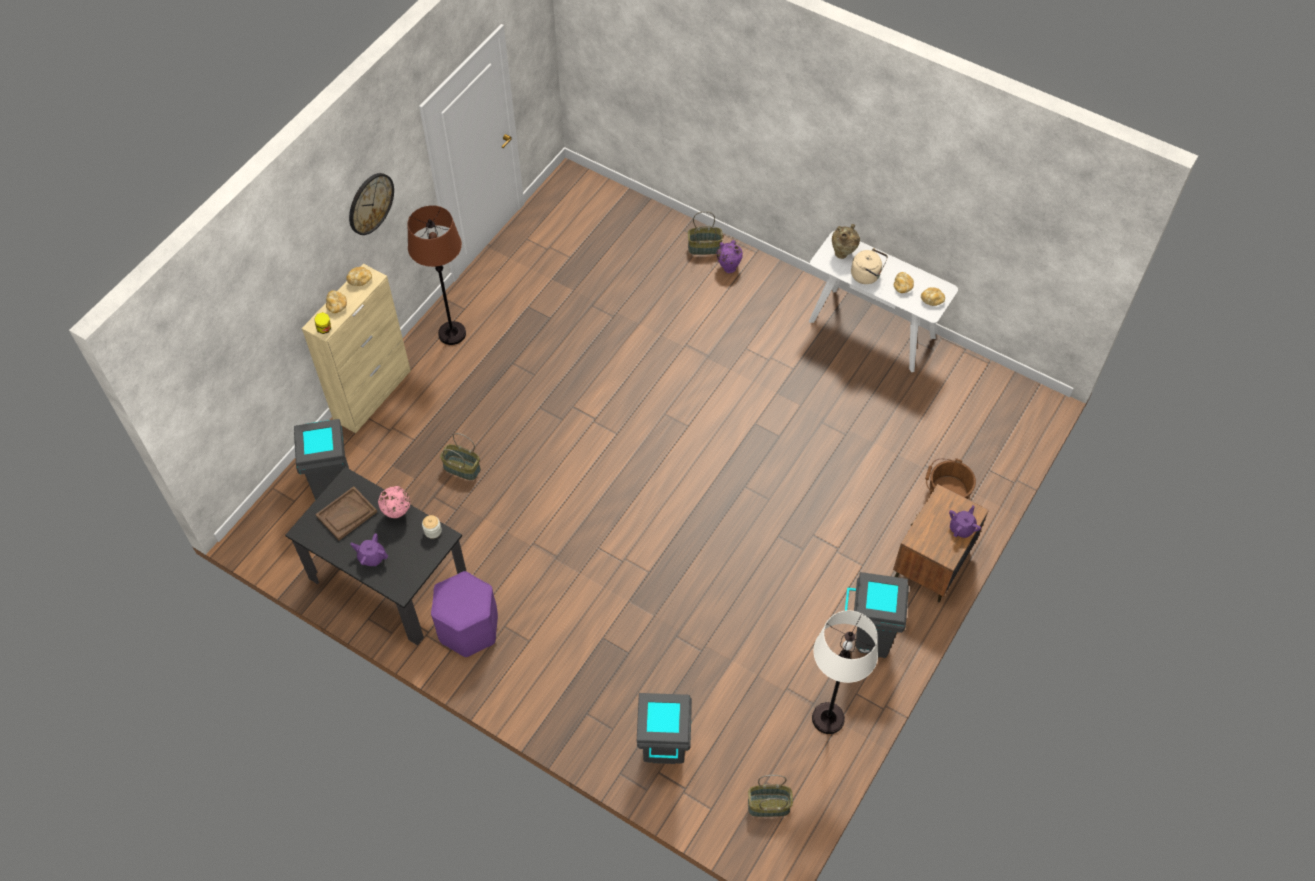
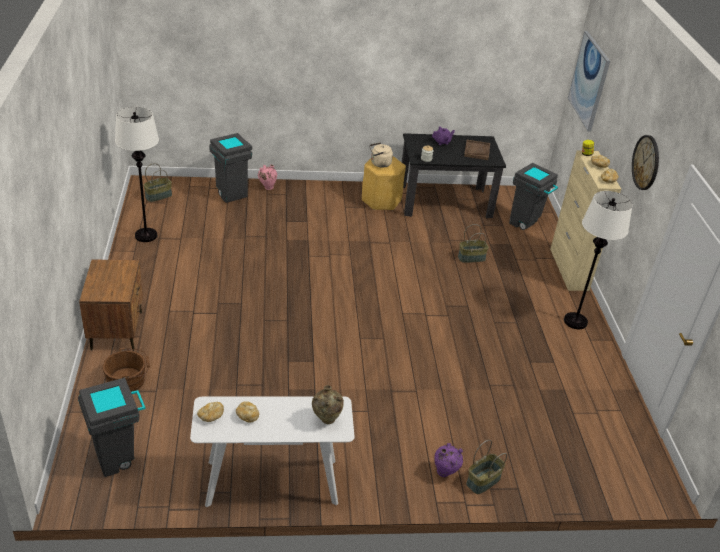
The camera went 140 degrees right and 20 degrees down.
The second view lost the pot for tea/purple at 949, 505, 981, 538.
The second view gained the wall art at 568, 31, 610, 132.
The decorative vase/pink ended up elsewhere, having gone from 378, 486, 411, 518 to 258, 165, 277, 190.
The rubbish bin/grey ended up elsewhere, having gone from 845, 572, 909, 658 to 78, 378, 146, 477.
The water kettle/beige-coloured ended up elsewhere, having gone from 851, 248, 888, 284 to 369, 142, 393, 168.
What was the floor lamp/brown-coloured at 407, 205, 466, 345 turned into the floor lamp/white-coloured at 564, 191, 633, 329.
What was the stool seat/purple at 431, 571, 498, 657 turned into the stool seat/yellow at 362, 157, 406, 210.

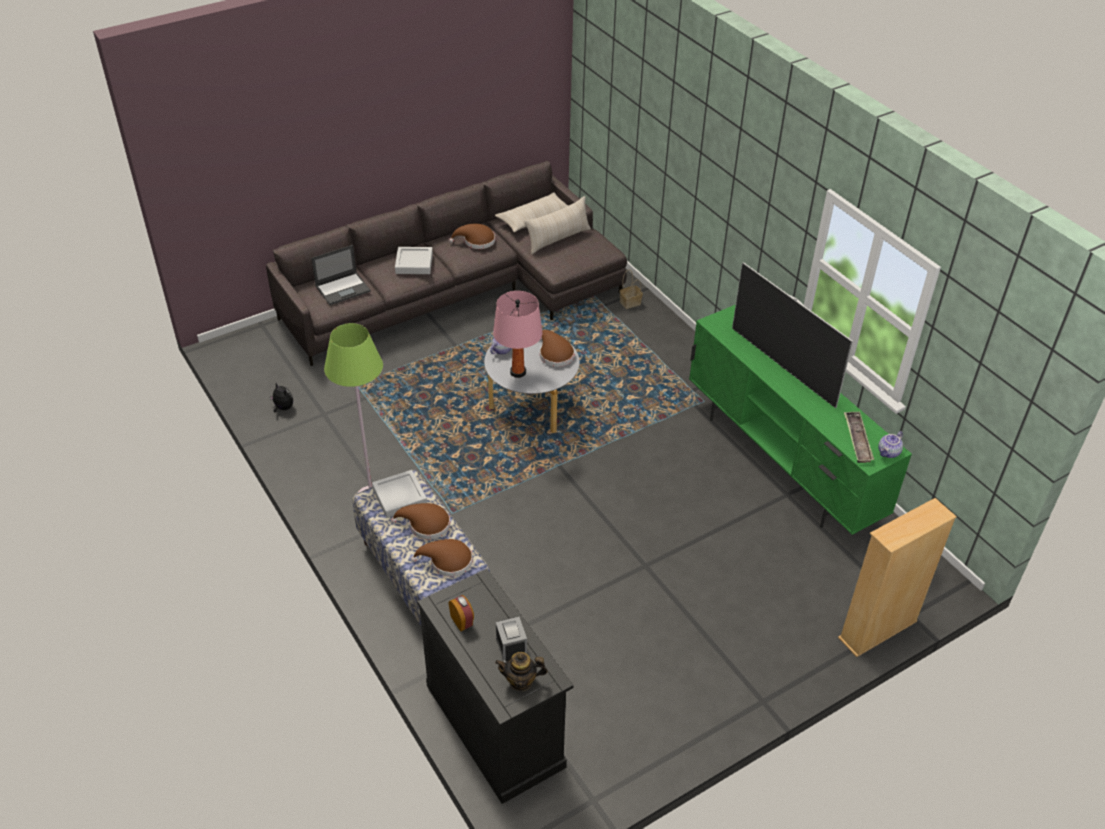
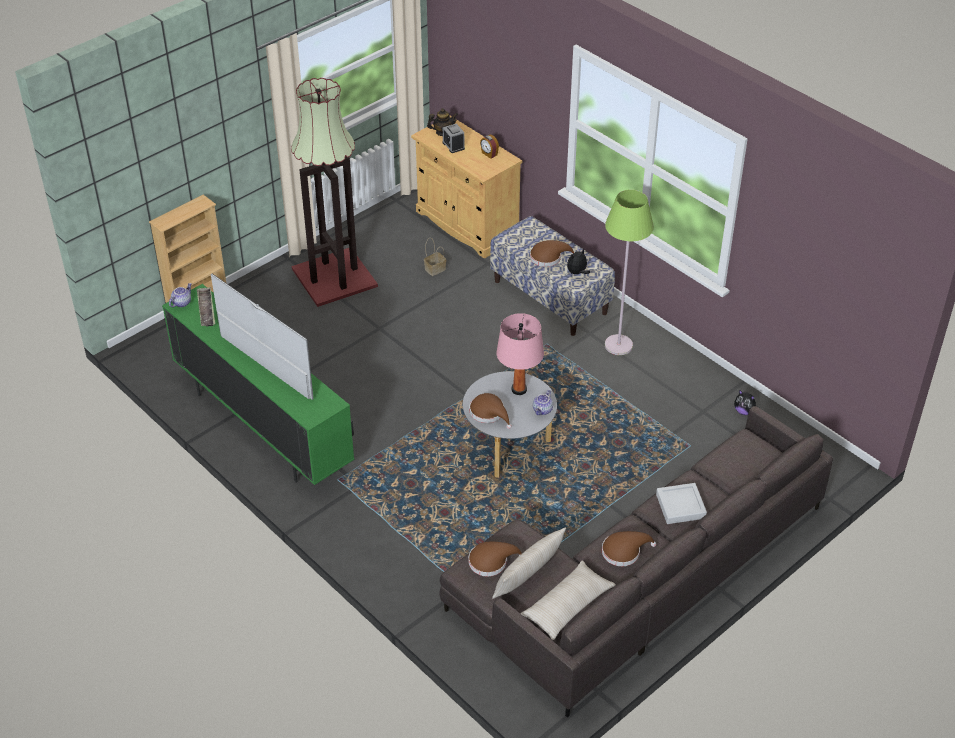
The camera went 170 degrees right and 0 degrees up.
The second view lost the notebook computer at 311, 245, 371, 305.
The second view gained the floor lamp at 291, 78, 378, 307.
The hat/brown-coloured ended up elsewhere, having gone from 411, 539, 473, 577 to 469, 542, 522, 576.
The storage basket ended up elsewhere, having gone from 620, 270, 643, 309 to 424, 238, 446, 276.
Where the carrying tray/grey stood at 372, 470, 427, 518, the plush toy came to stand at 567, 248, 590, 274.
What was the cupboard/black-coloured at 417, 569, 573, 804 turned into the cupboard/beige-coloured at 411, 116, 522, 259.

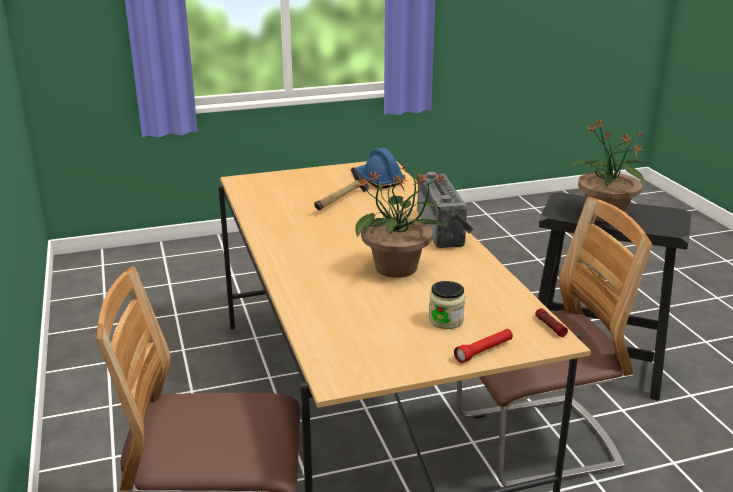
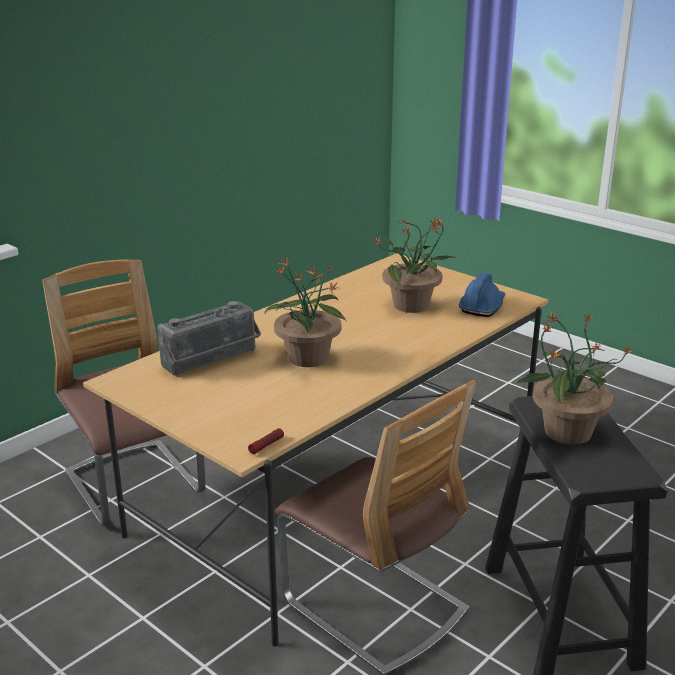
The camera went 60 degrees right and 0 degrees up.
The second view lost the jar at 429, 281, 465, 329.
The second view lost the flashlight/red-coloured at 454, 329, 513, 363.
The radio ended up elsewhere, having gone from 417, 172, 474, 248 to 157, 301, 261, 376.
Where the tool hammer stood at 314, 167, 370, 210, the houseplant came to stand at 373, 218, 457, 313.

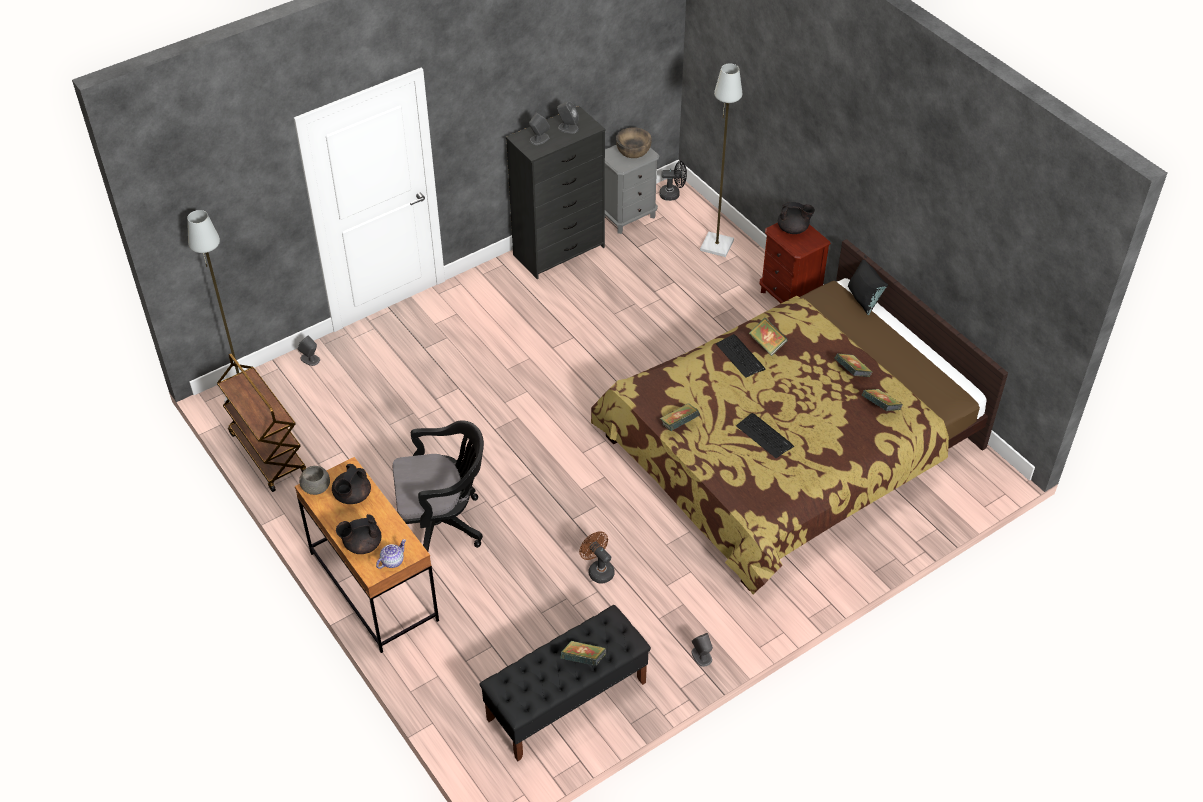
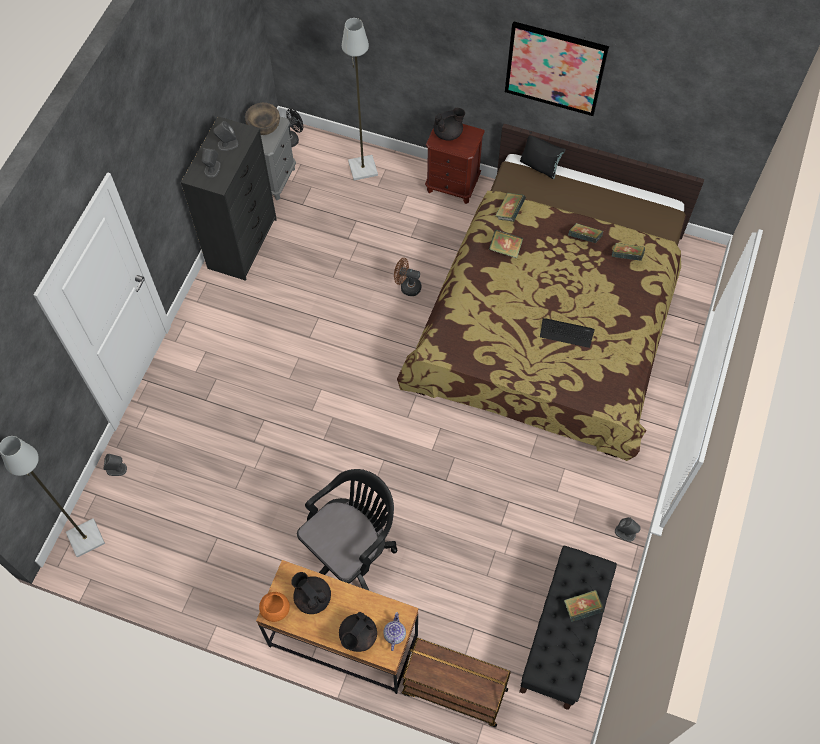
The camera went 35 degrees left and 15 degrees up.
The second view lost the PC keyboard at 716, 334, 766, 378.
The second view gained the wall art at 505, 21, 609, 116.
The trolley/brown-coloured ended up elsewhere, having gone from 217, 353, 306, 492 to 401, 638, 511, 728.
The fan/brown-coloured ended up elsewhere, having gone from 579, 531, 615, 584 to 394, 258, 422, 296.
The bound book ended up elsewhere, having gone from 660, 403, 700, 431 to 496, 193, 526, 222.
What was the bowl/grey at 299, 466, 330, 495 turned into the bowl/orange-coloured at 259, 592, 290, 622.
The pot for tea/black-coloured at 332, 464, 371, 504 ended up facing another way, 150 degrees clockwise from before.

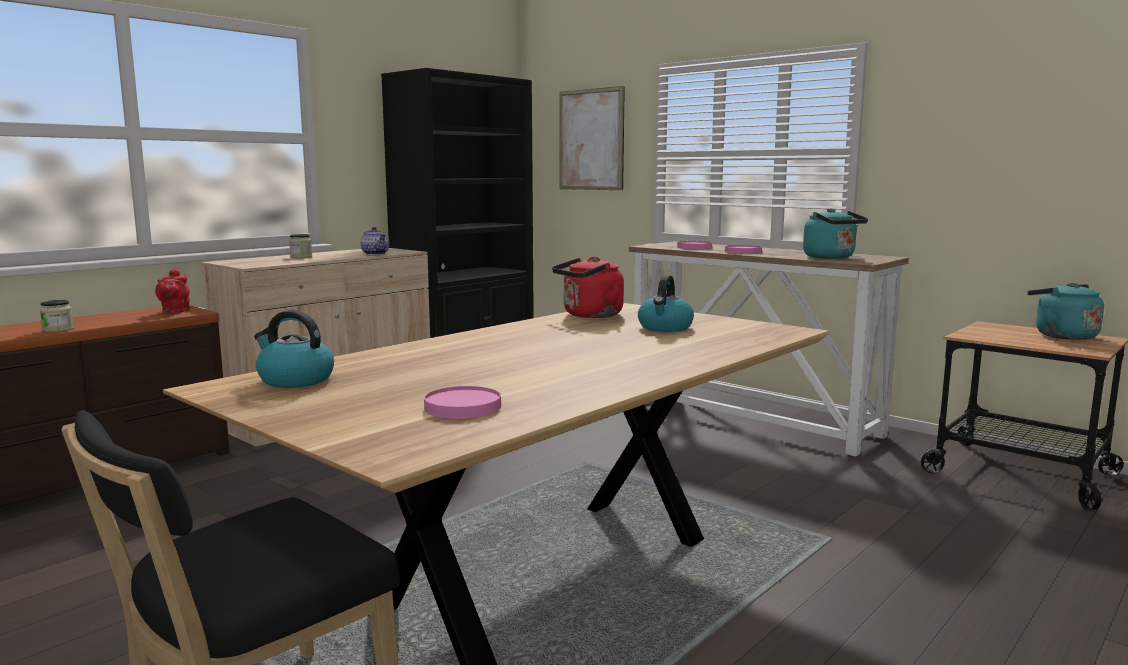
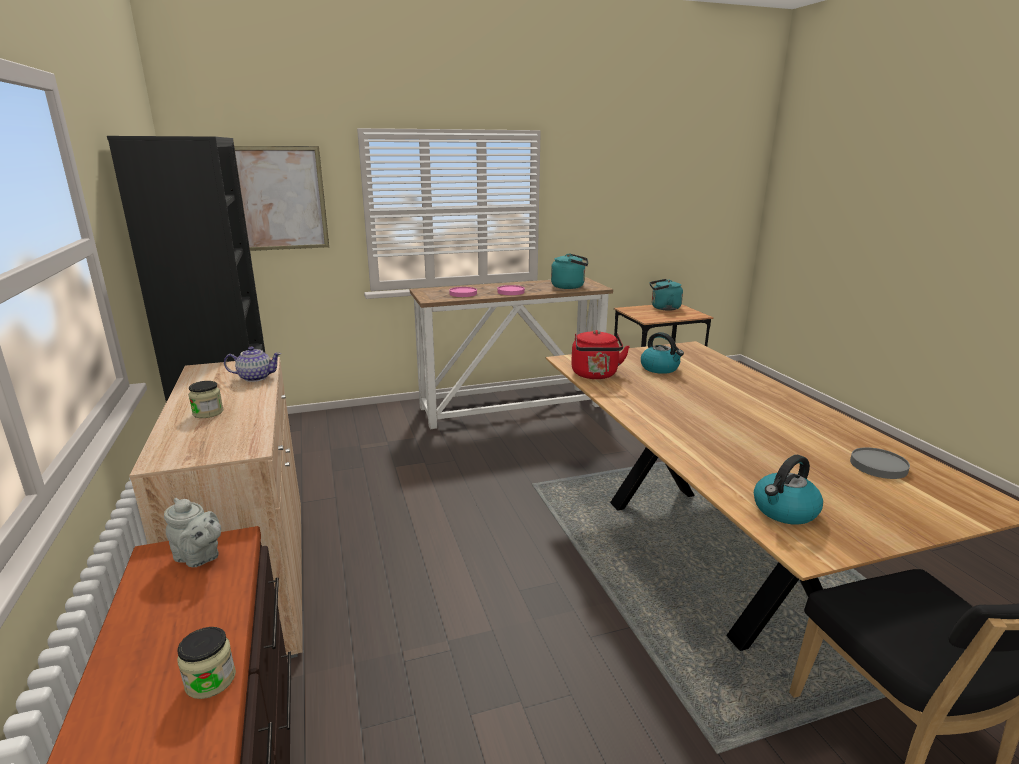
The camera went 60 degrees left and 10 degrees up.
What was the pot for tea/red-coloured at 155, 269, 190, 313 turned into the pot for tea/grey at 164, 498, 221, 567.
What was the plate/pink at 424, 386, 501, 419 turned into the plate/grey at 850, 447, 910, 479.

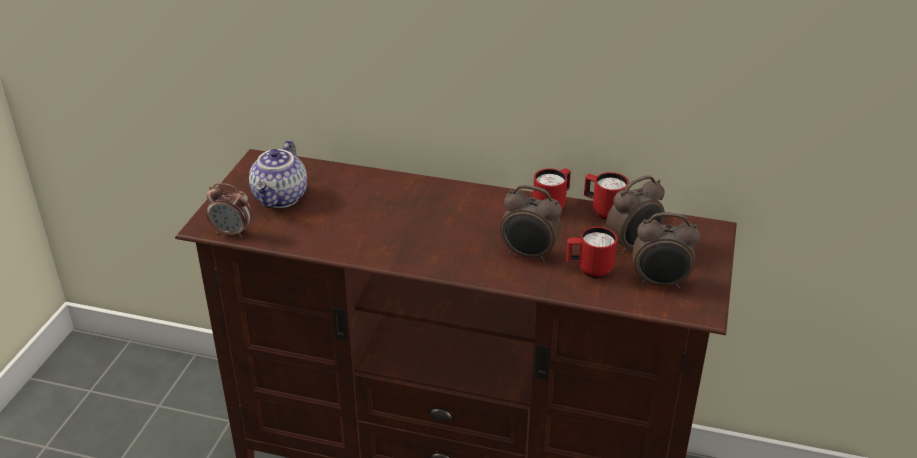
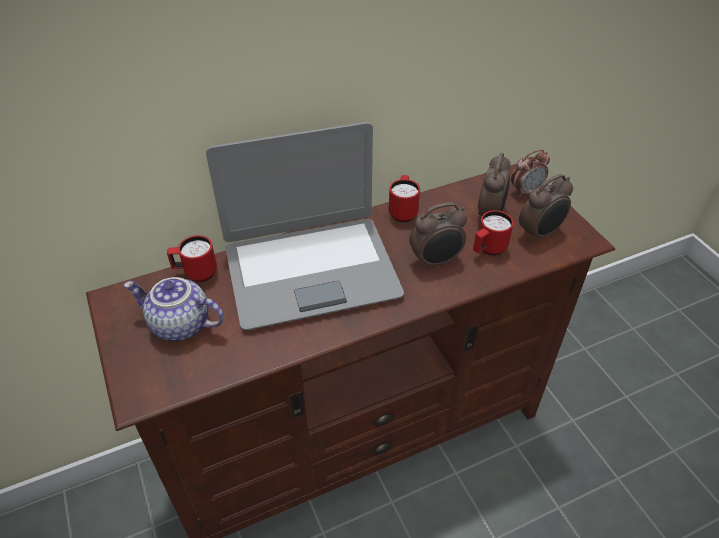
The camera went 40 degrees left and 10 degrees up.
The second view gained the notebook computer at 206, 122, 404, 331.
The alarm clock ended up elsewhere, having gone from 207, 183, 252, 238 to 511, 150, 550, 197.
The coffee mug/red-coloured ended up elsewhere, having gone from 584, 172, 629, 220 to 167, 235, 217, 282.
The pot for tea at 249, 140, 307, 208 ended up facing another way, 135 degrees clockwise from before.

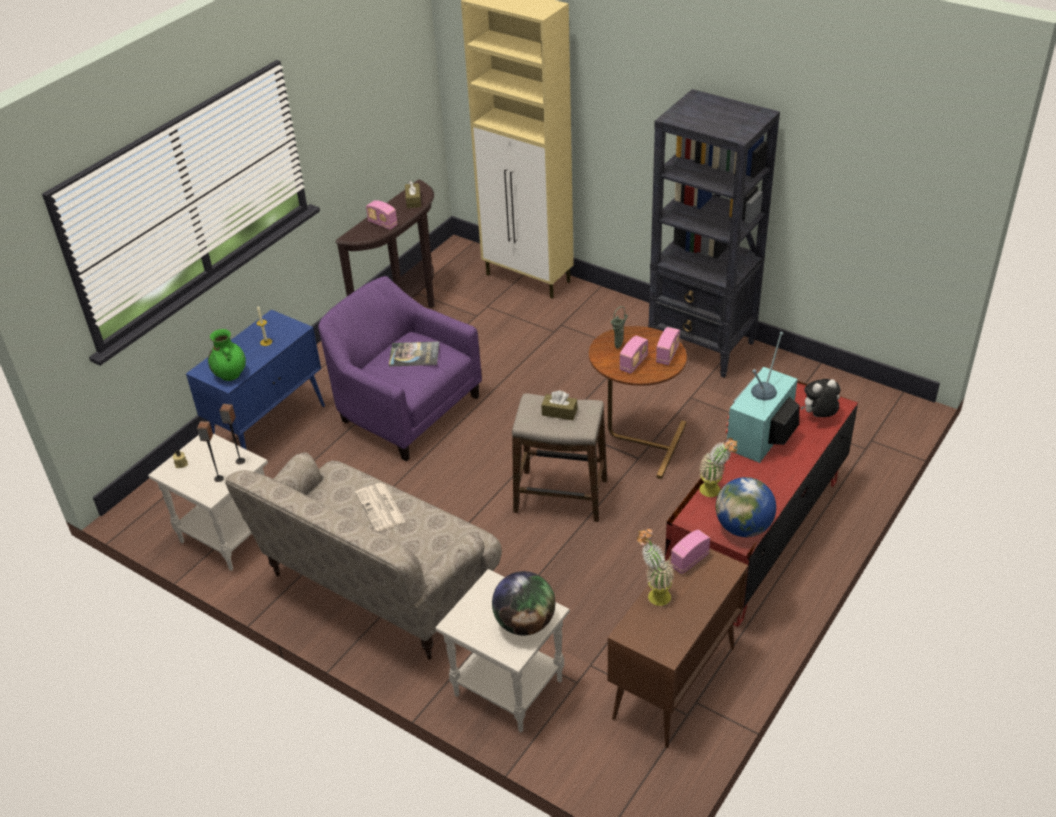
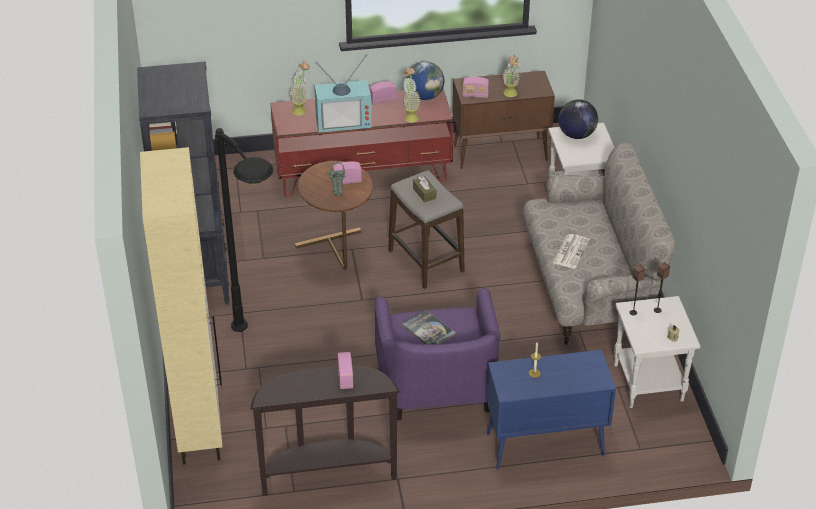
The camera went 135 degrees left and 0 degrees up.
The second view lost the decorative vase/green-coloured at 208, 329, 246, 381.
The second view lost the tissue holder/brown-coloured at 405, 181, 421, 208.
The second view gained the floor lamp/black-coloured at 215, 128, 273, 332.
The radio ended up elsewhere, having gone from 656, 327, 680, 365 to 370, 81, 397, 105.
Where the plush toy stood at 801, 379, 840, 417, the houseplant came to stand at 290, 62, 310, 116.

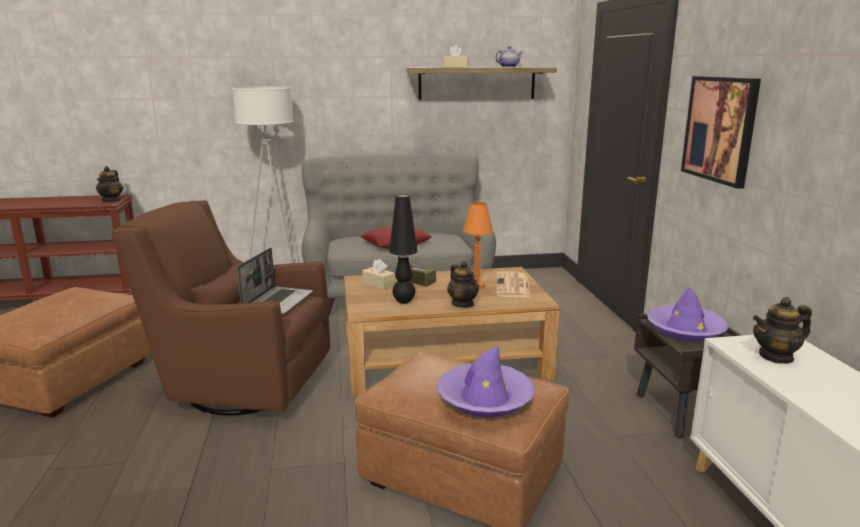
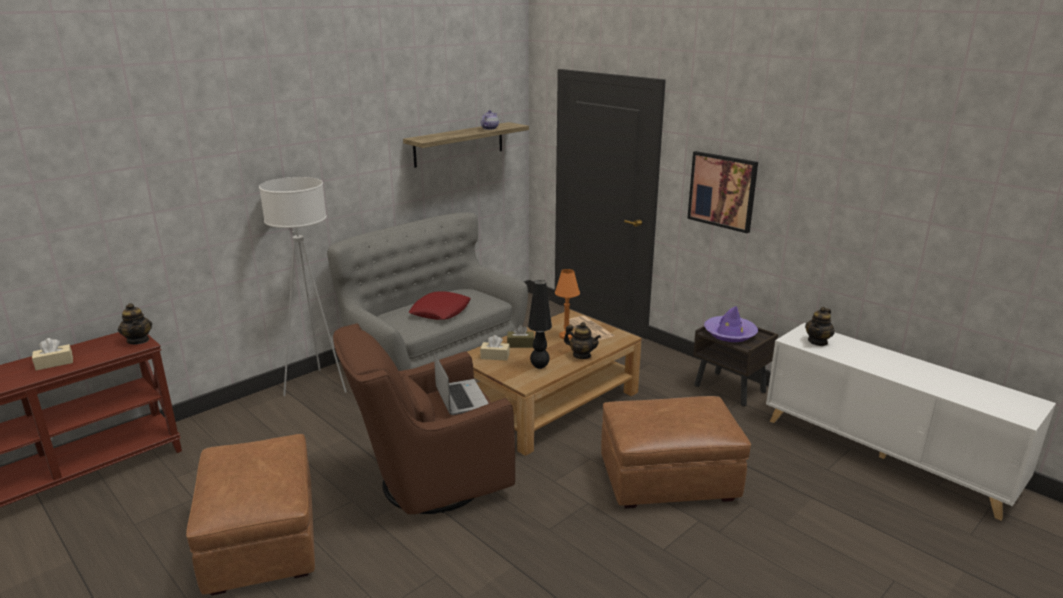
The camera went 35 degrees left and 5 degrees up.
The second view lost the hat/purple at 437, 346, 535, 417.
The tissue holder/beige-coloured ended up elsewhere, having gone from 443, 45, 469, 67 to 32, 338, 73, 371.

